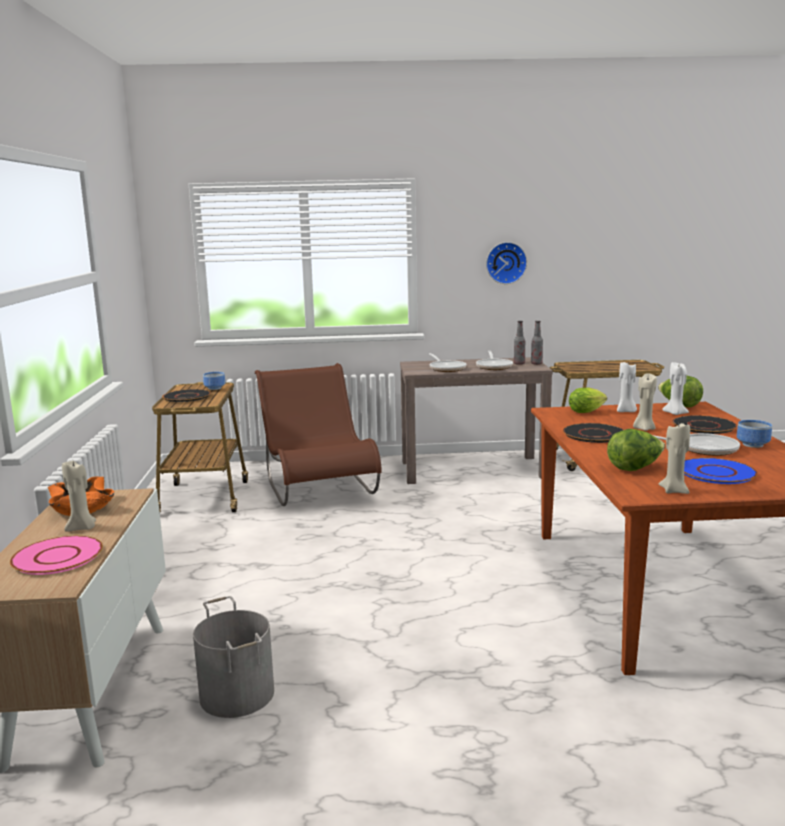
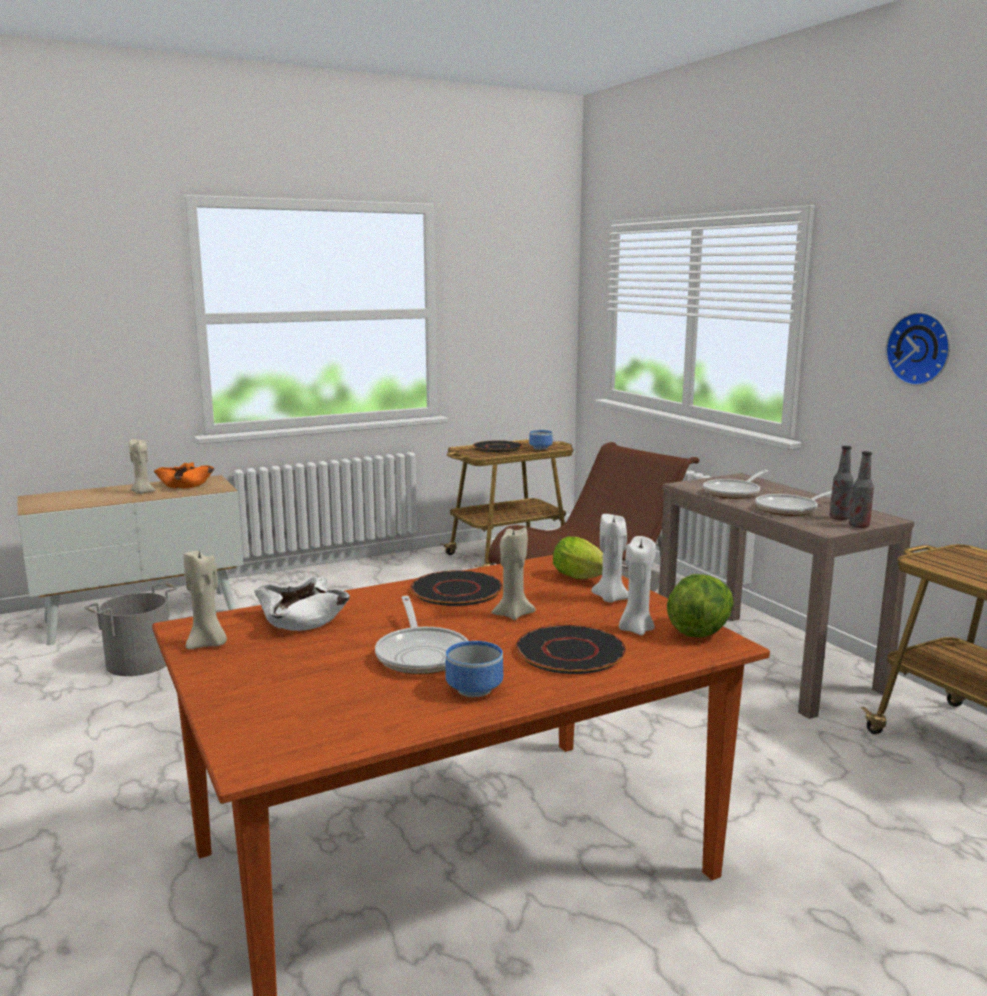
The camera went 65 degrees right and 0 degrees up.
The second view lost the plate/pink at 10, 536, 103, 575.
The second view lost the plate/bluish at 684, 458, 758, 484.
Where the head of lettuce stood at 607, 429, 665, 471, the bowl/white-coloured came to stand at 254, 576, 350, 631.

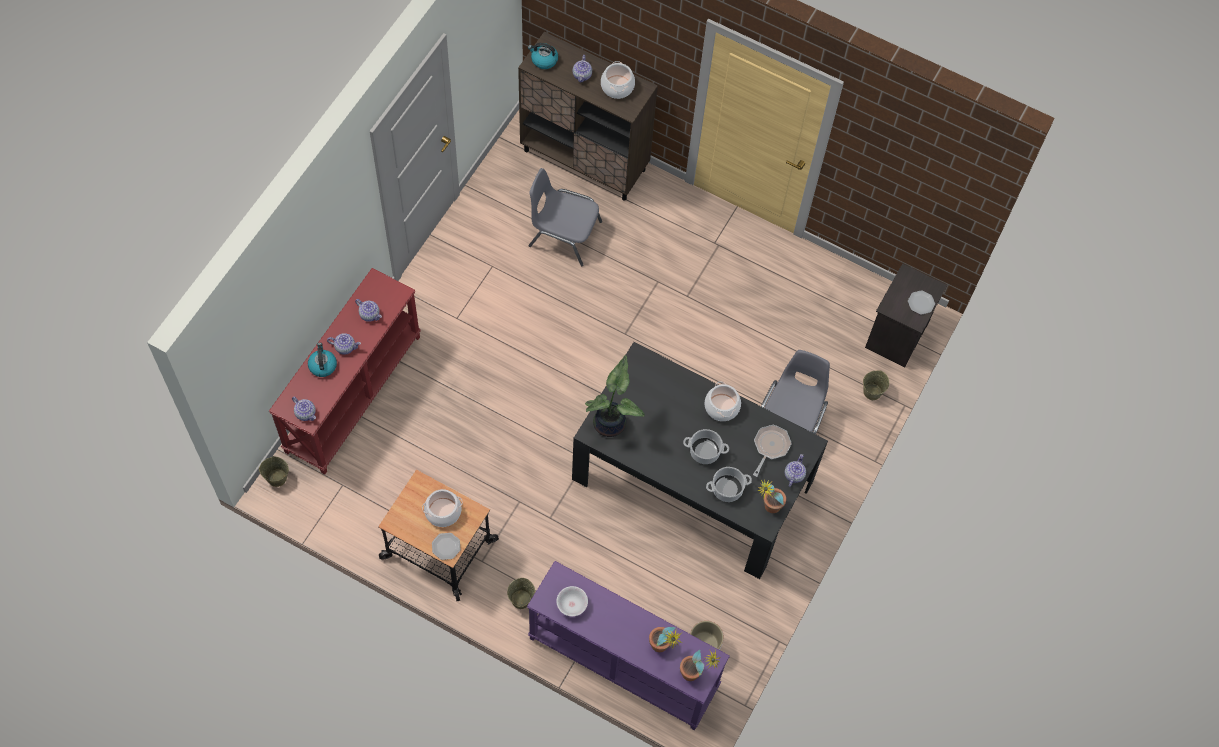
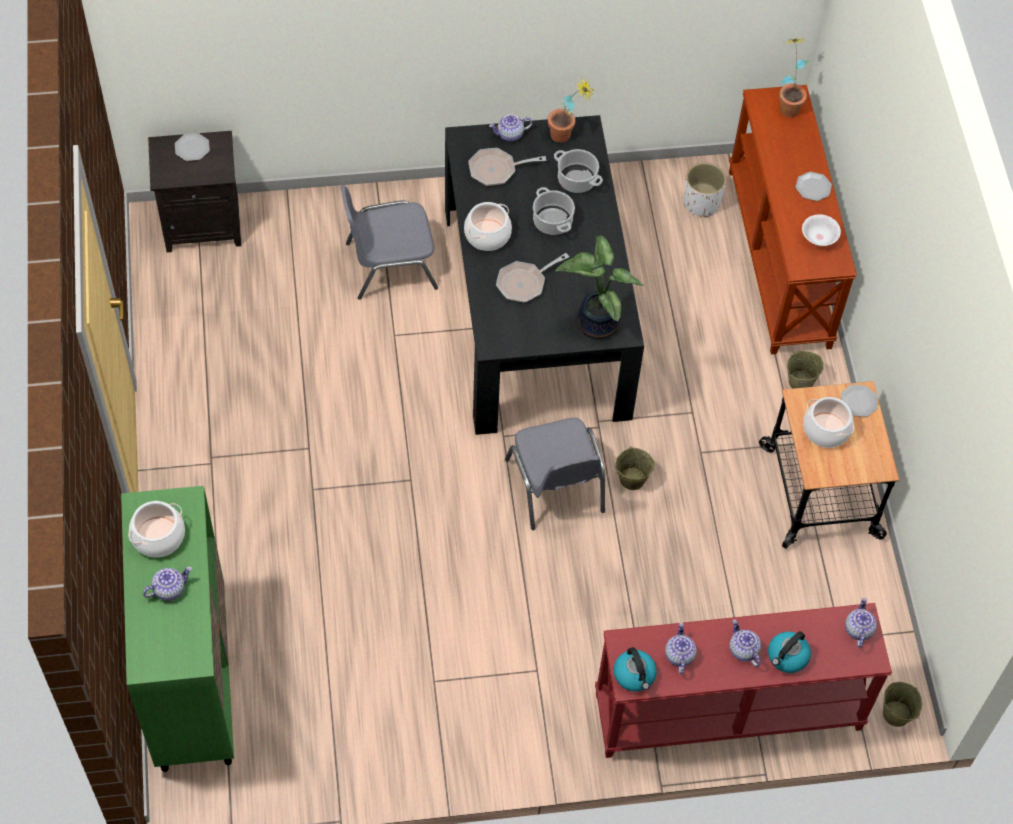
The camera went 125 degrees left and 5 degrees down.
The second view lost the houseplant at 649, 627, 683, 652.
The second view gained the pan at 496, 253, 569, 303.
The second view gained the plate at 795, 172, 832, 201.
The water kettle ended up elsewhere, having gone from 528, 43, 558, 69 to 614, 647, 657, 691.
The chair/grey ended up elsewhere, having gone from 529, 168, 602, 266 to 505, 418, 605, 530.
The pail/beige-coloured ended up elsewhere, having gone from 863, 370, 889, 400 to 615, 447, 655, 490.
What was the cupboard/brown-coloured at 518, 32, 658, 201 turned into the cupboard/green-coloured at 121, 486, 234, 772.
What was the console table/purple at 527, 561, 730, 730 turned into the console table/brown-coloured at 729, 85, 857, 354.

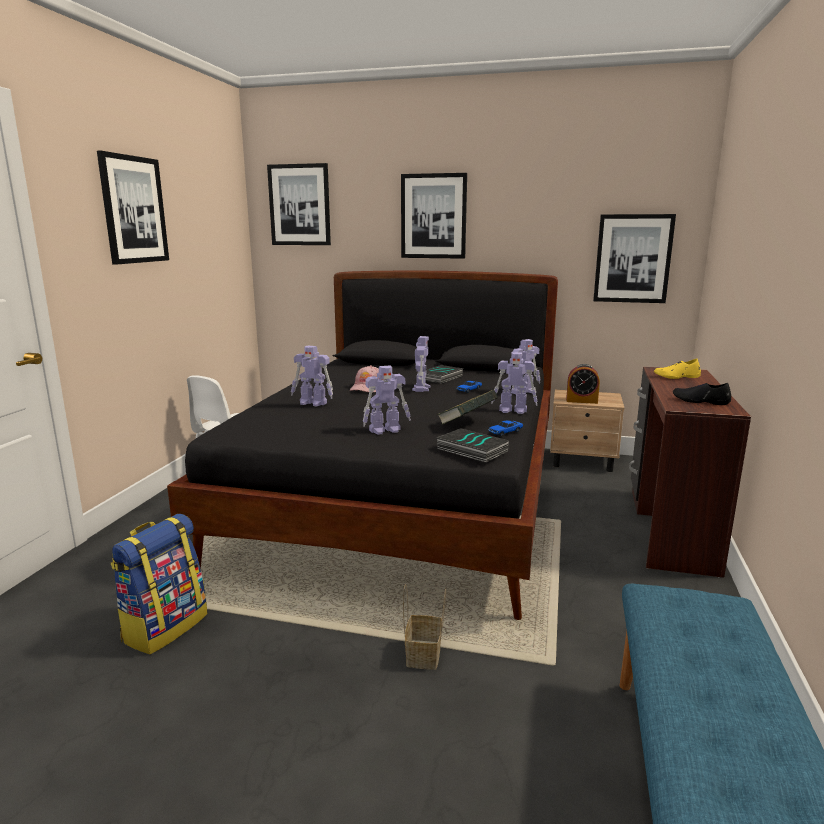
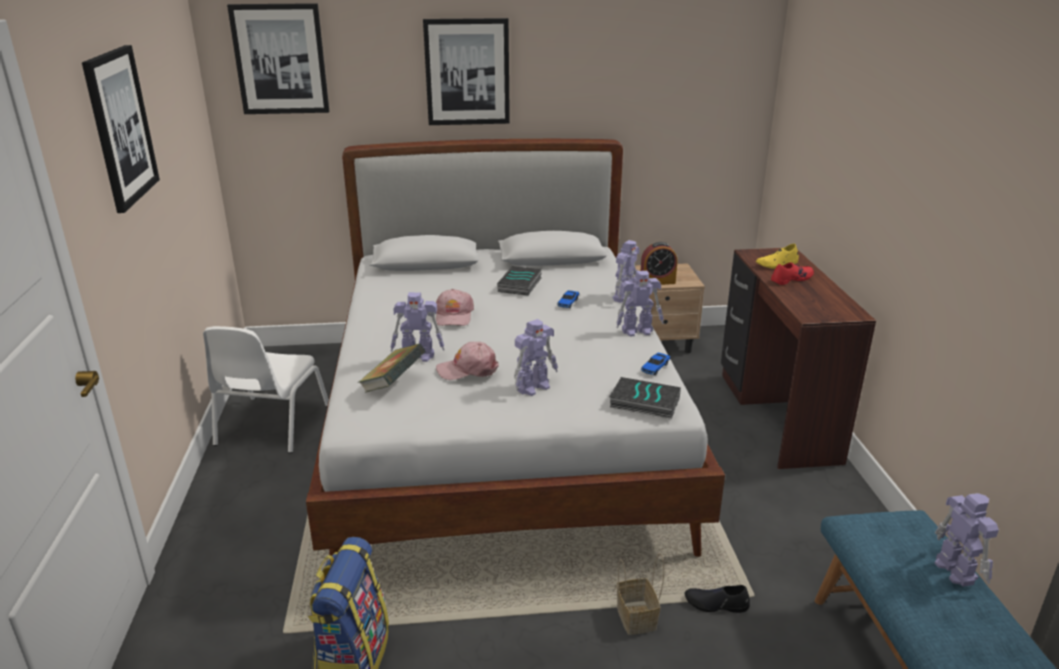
The camera went 20 degrees left and 10 degrees up.
The second view lost the wall art at 593, 214, 676, 303.
The second view gained the peaked cap/pink at 436, 342, 499, 380.
The second view gained the item of footwear/red-coloured at 771, 263, 814, 285.
The model robot ended up elsewhere, having gone from 412, 336, 430, 392 to 934, 493, 999, 587.
The bound book ended up elsewhere, having gone from 437, 390, 498, 425 to 358, 343, 425, 393.
The item of footwear/black-coloured ended up elsewhere, having gone from 673, 383, 731, 405 to 685, 585, 750, 613.
What was the sleeping bed/black-coloured at 167, 271, 558, 620 turned into the sleeping bed/white-coloured at 306, 139, 725, 557.

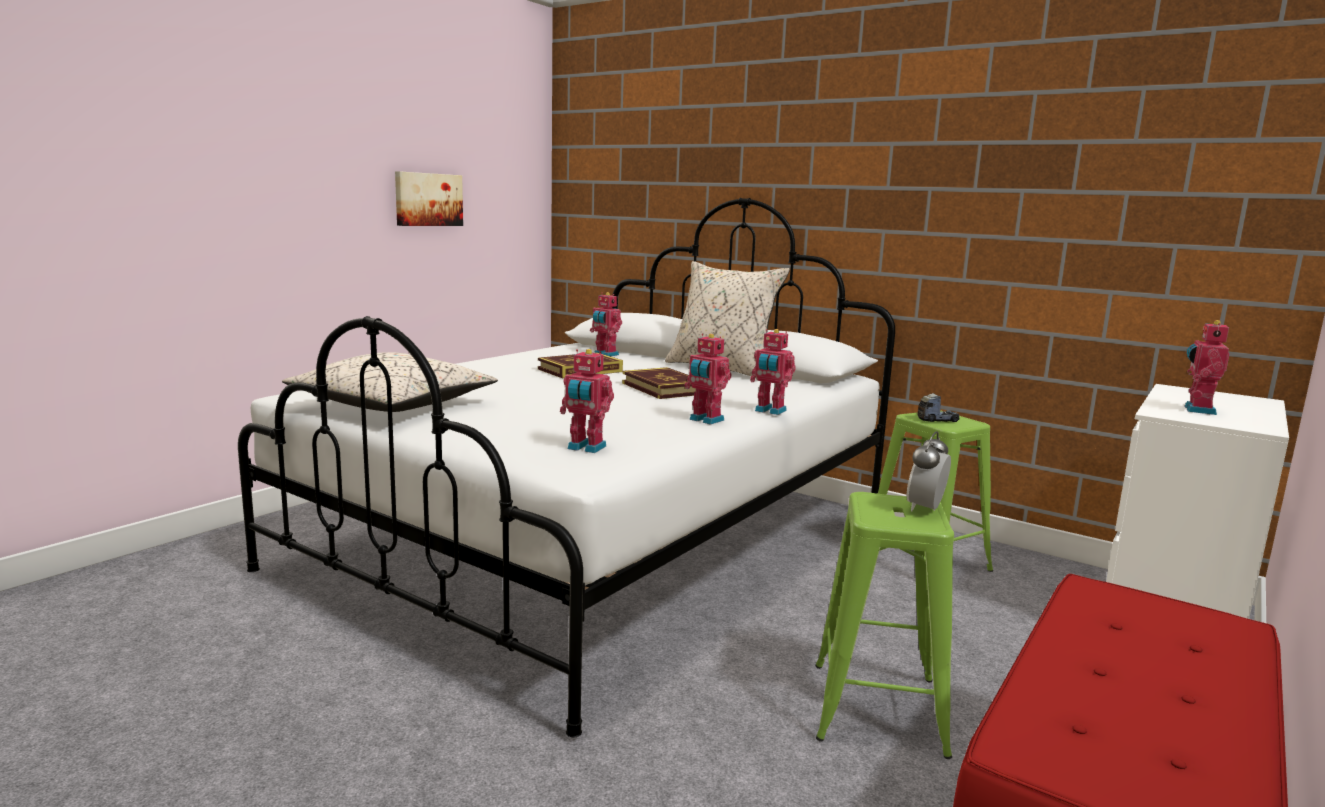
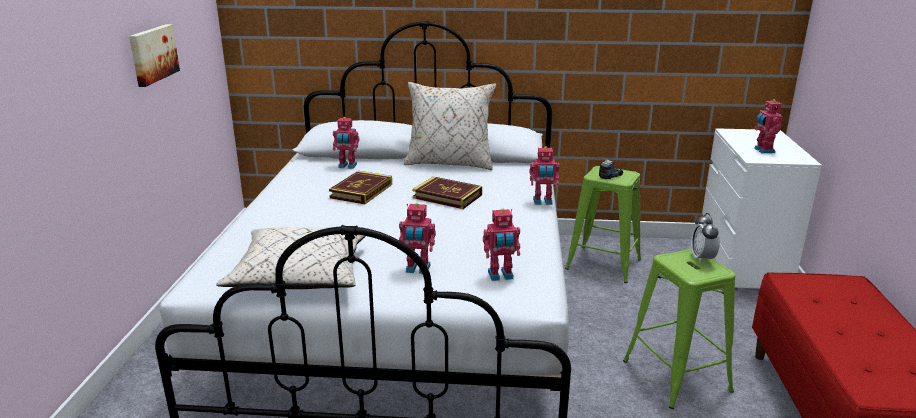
The camera went 30 degrees left and 10 degrees up.
The model robot ended up elsewhere, having gone from 684, 334, 731, 425 to 399, 203, 436, 274.

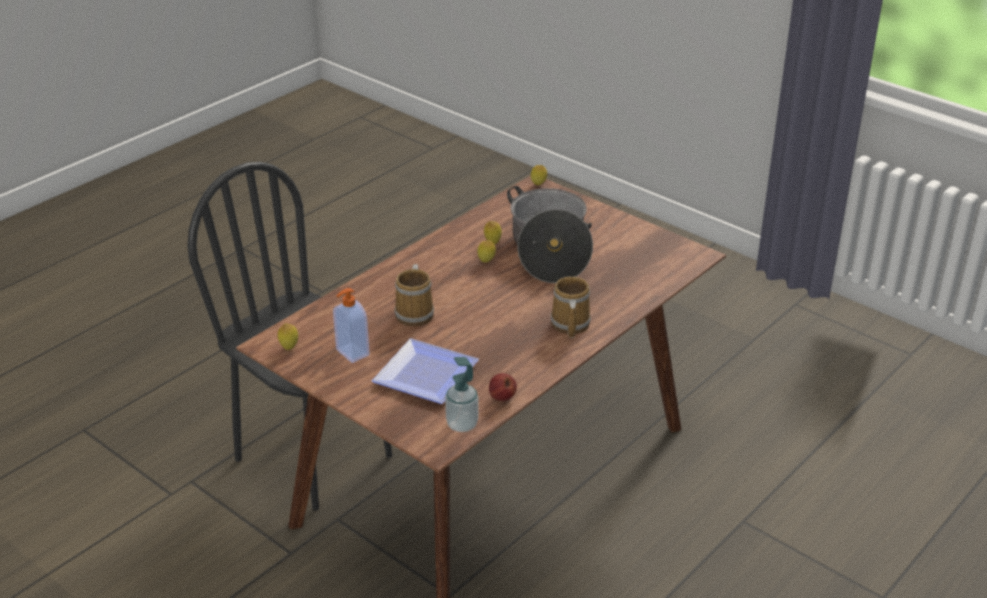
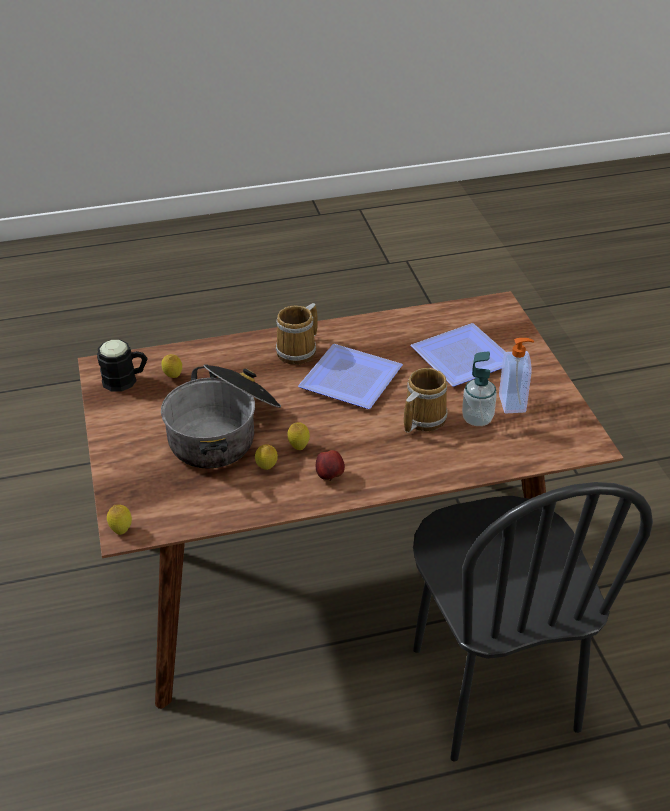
The camera went 145 degrees left and 5 degrees up.
The second view gained the coffee mug/black-coloured at 97, 340, 148, 391.
The second view gained the plate at 298, 344, 403, 409.
The citrus fruit ended up elsewhere, having gone from 278, 323, 298, 350 to 161, 354, 182, 378.
The liquid soap bottle ended up elsewhere, having gone from 445, 357, 479, 432 to 462, 351, 497, 426.
The whole apple ended up elsewhere, having gone from 489, 373, 517, 401 to 316, 450, 345, 481.

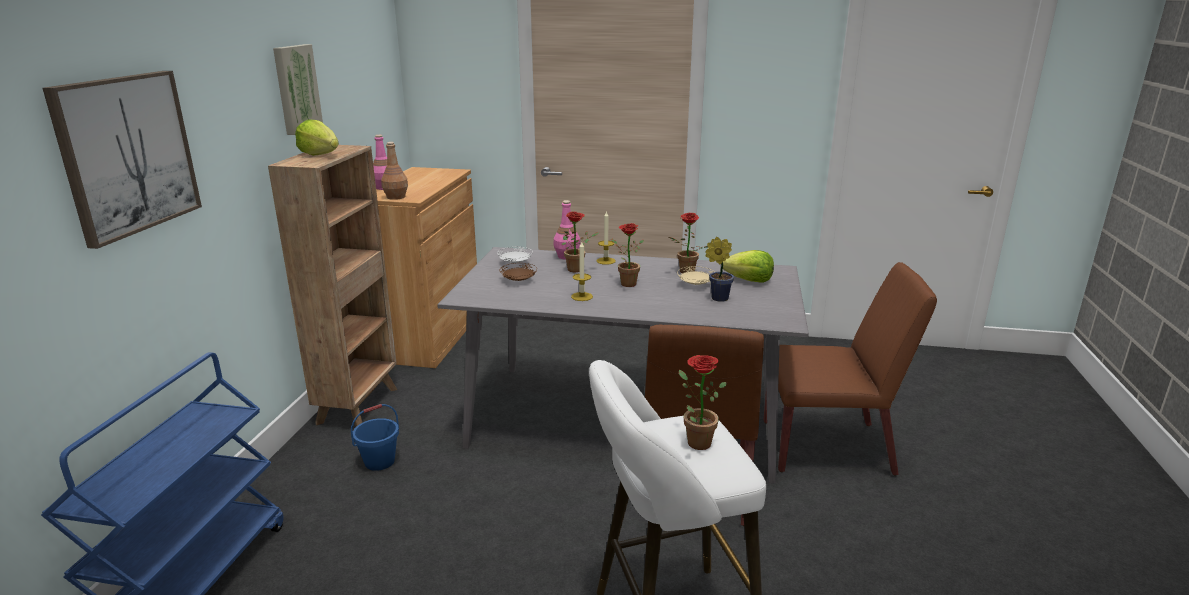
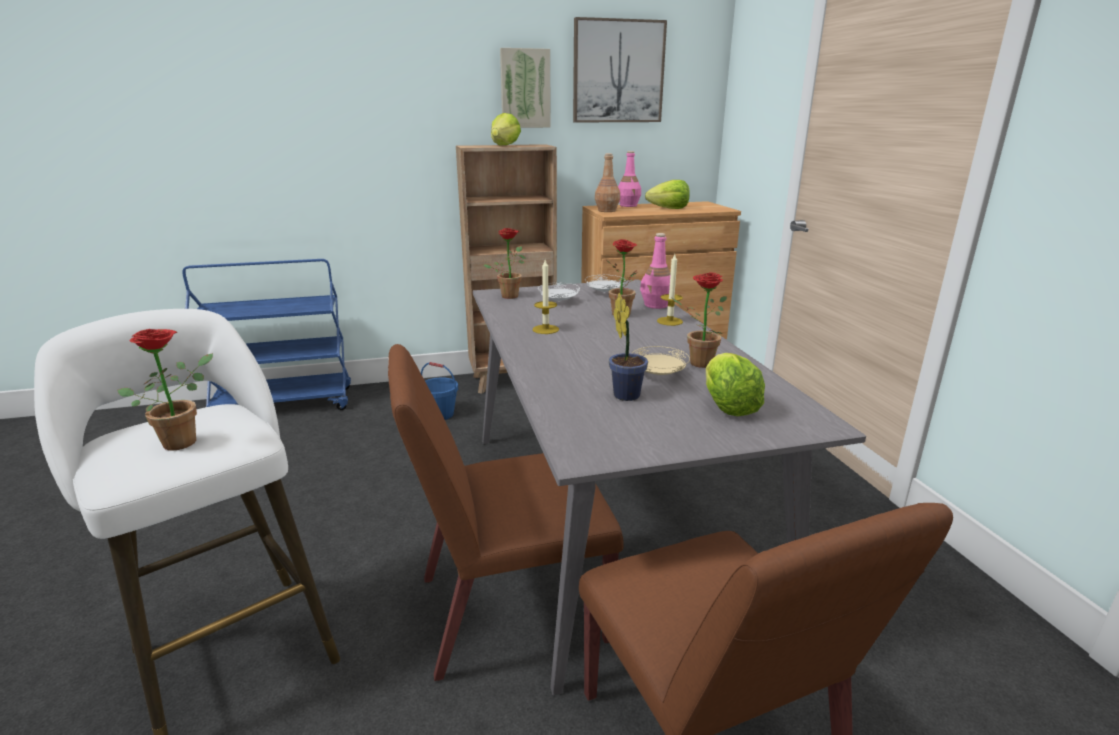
The camera went 65 degrees right and 0 degrees up.
The second view gained the head of lettuce at 645, 180, 690, 209.
The wall art ended up elsewhere, having gone from 43, 71, 202, 249 to 573, 17, 667, 122.
The houseplant ended up elsewhere, having gone from 611, 223, 644, 287 to 483, 228, 526, 299.
What was the plate/brown-coloured at 499, 263, 537, 281 turned into the plate/white-coloured at 538, 283, 580, 302.

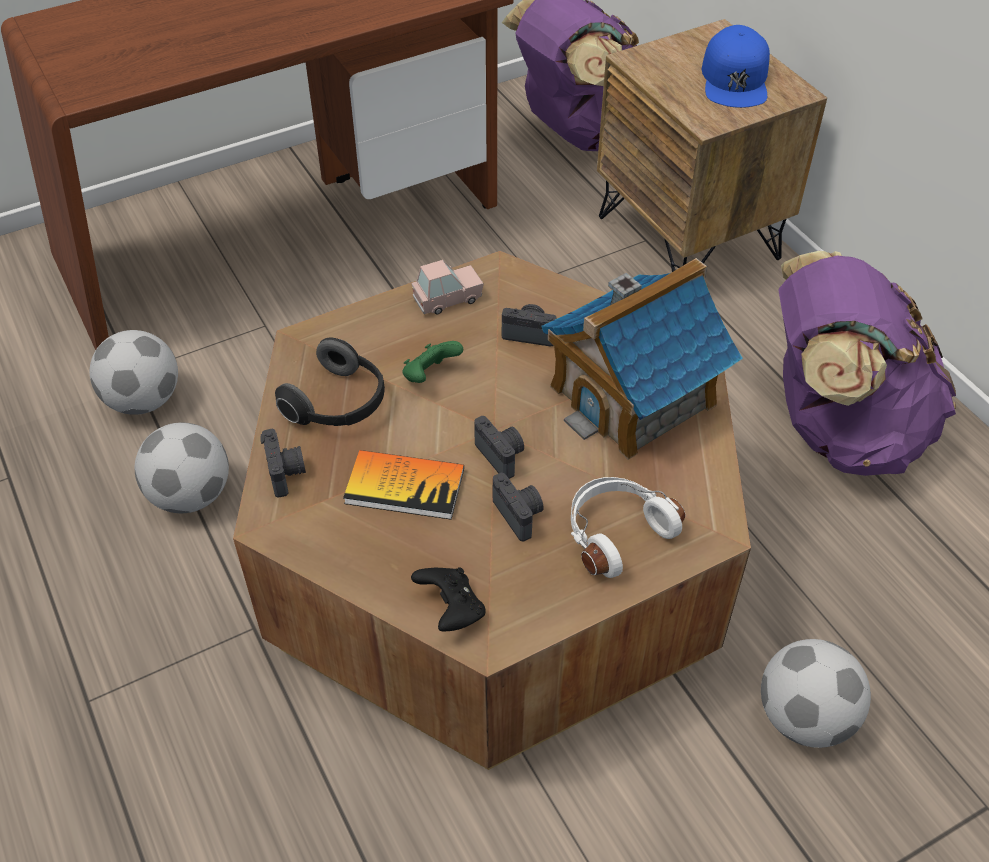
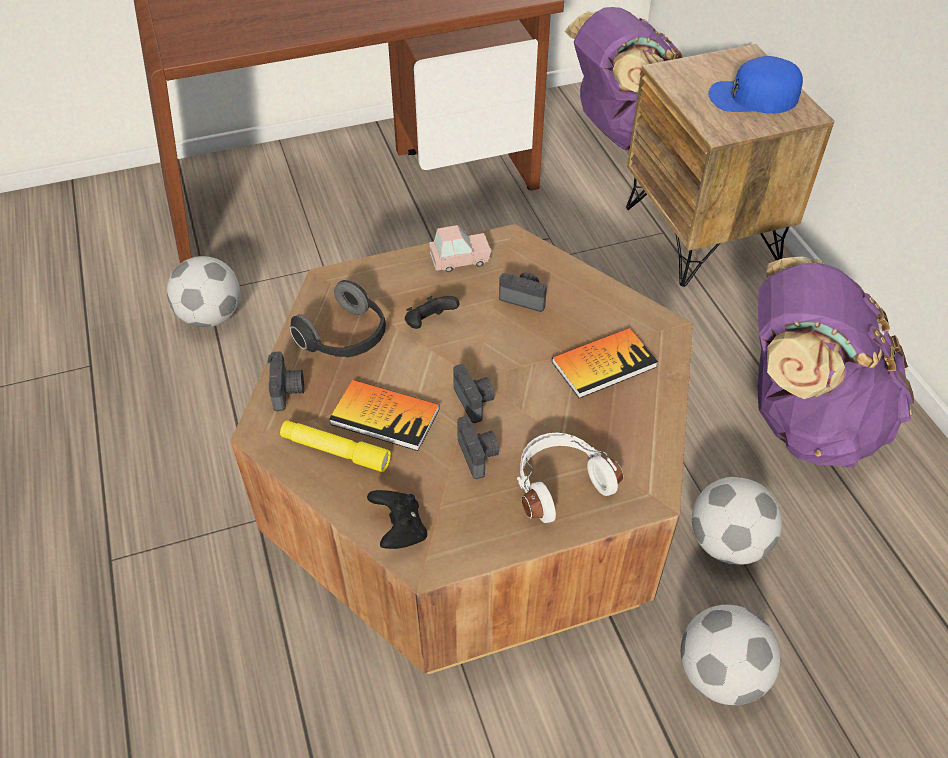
The camera went 10 degrees right and 0 degrees up.
The second view gained the flashlight/yellow at 280, 420, 391, 472.
The football ball ended up elsewhere, having gone from 135, 422, 229, 513 to 692, 477, 782, 565.
Where the miniature house stood at 541, 258, 743, 460, the bound book came to stand at 552, 328, 658, 398.
What was the joypad/green-coloured at 403, 341, 463, 383 turned into the joypad/black-coloured at 405, 296, 459, 329.
The peaked cap/bluish at 701, 25, 770, 108 ended up facing another way, 75 degrees clockwise from before.

